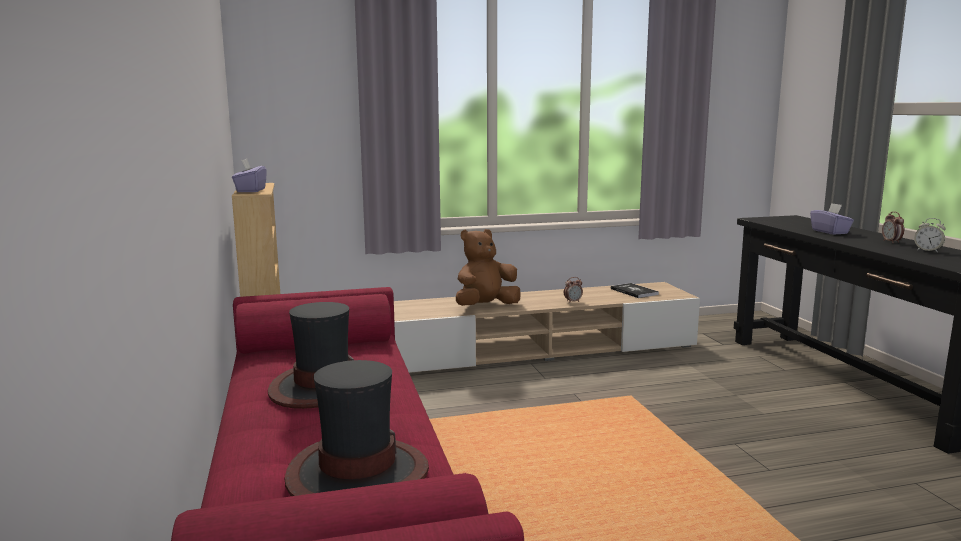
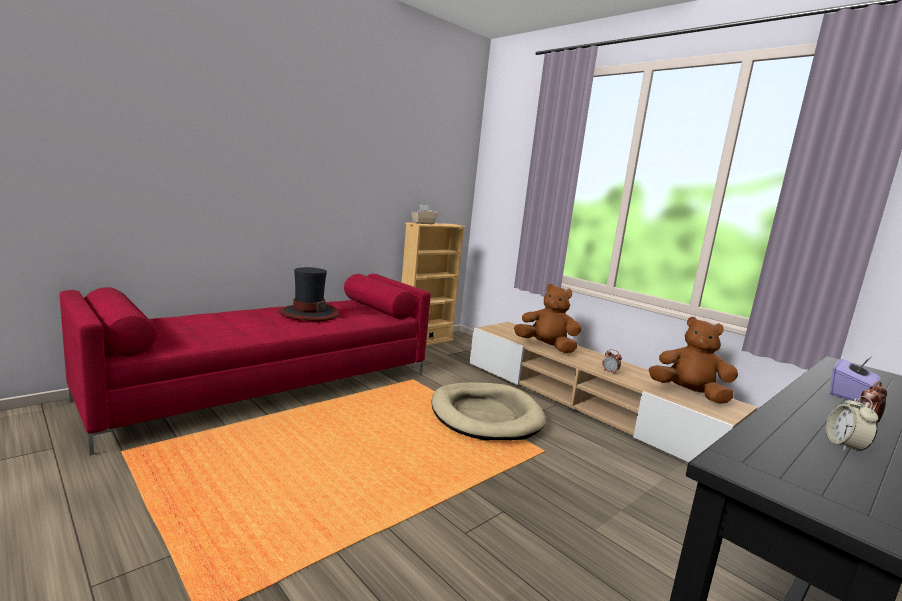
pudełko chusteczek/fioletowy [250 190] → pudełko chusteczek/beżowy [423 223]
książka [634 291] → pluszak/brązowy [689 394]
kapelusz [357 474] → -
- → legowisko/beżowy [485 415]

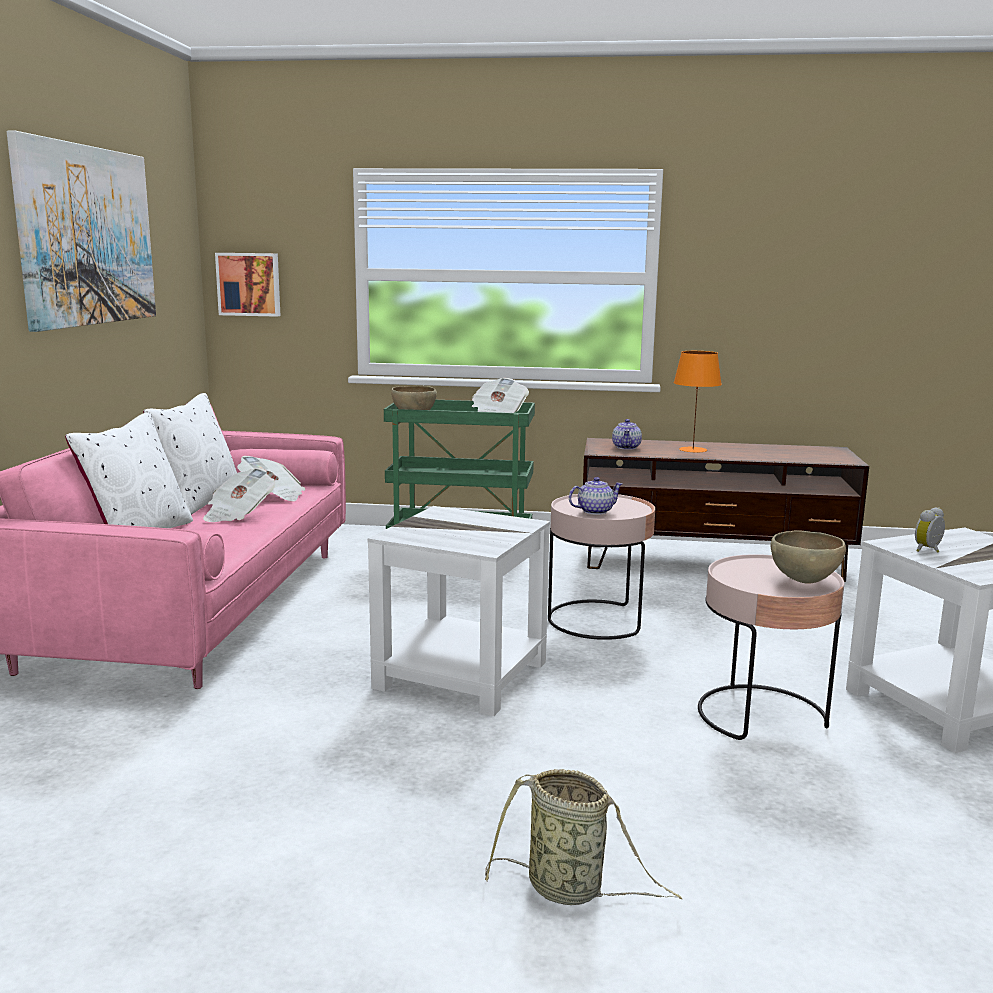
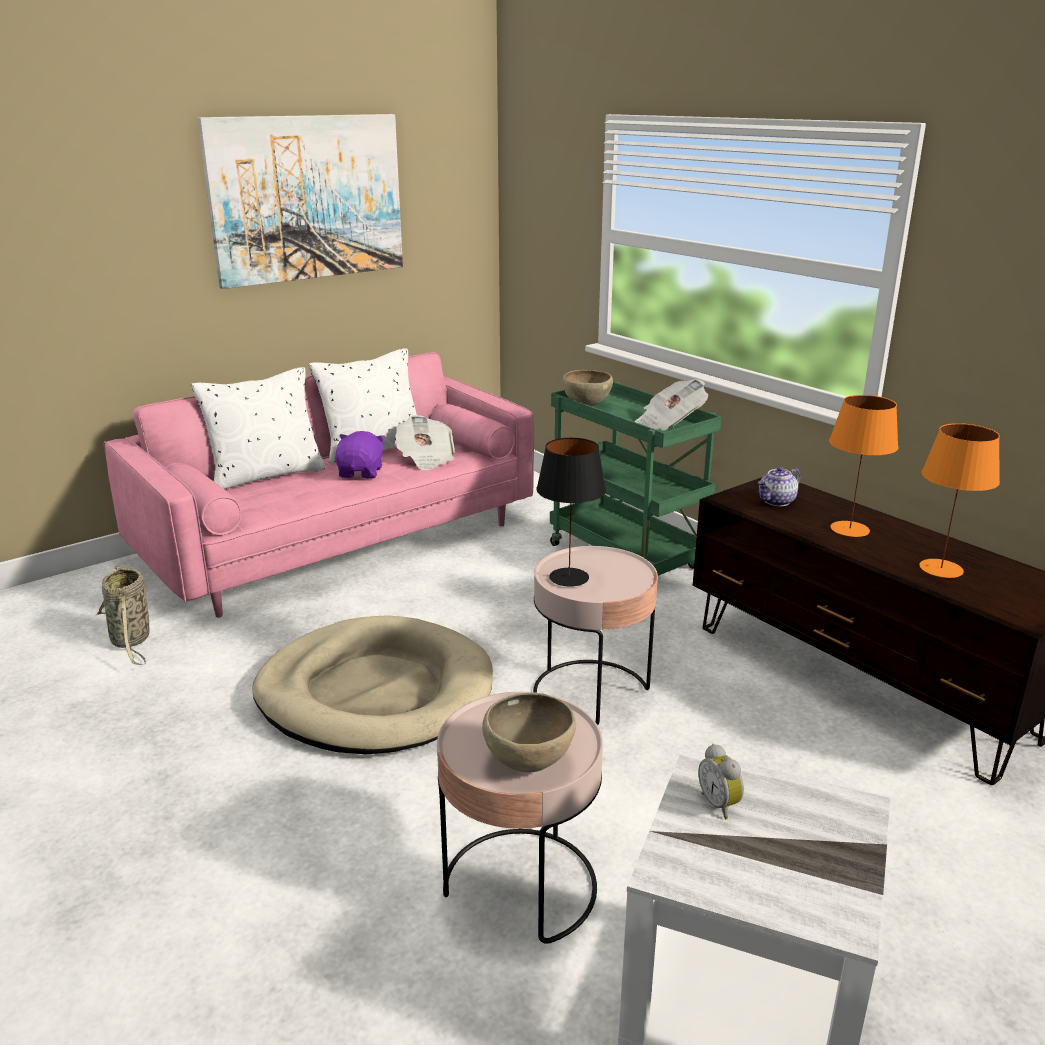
obraz [249 284] → -
gazeta [238 514] → pluszak/fioletowy [361 473]
imbryk [594 511] → lampa stołowa/czarny [568 577]
stolik/biały [458 675] → legowisko/beżowy [375 692]
budzik [929 550] → budzik [720 804], 120 degrees counterclockwise
koszyk [570 890] → koszyk [131 641], moved
- → lampa stołowa/pomarańczowy [940 568]

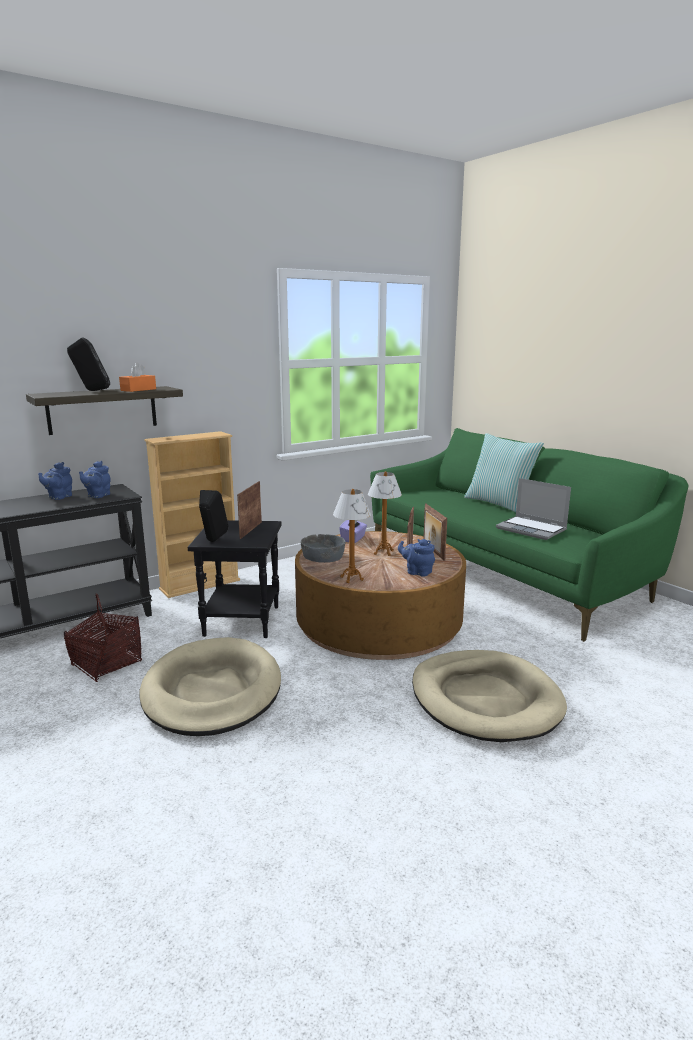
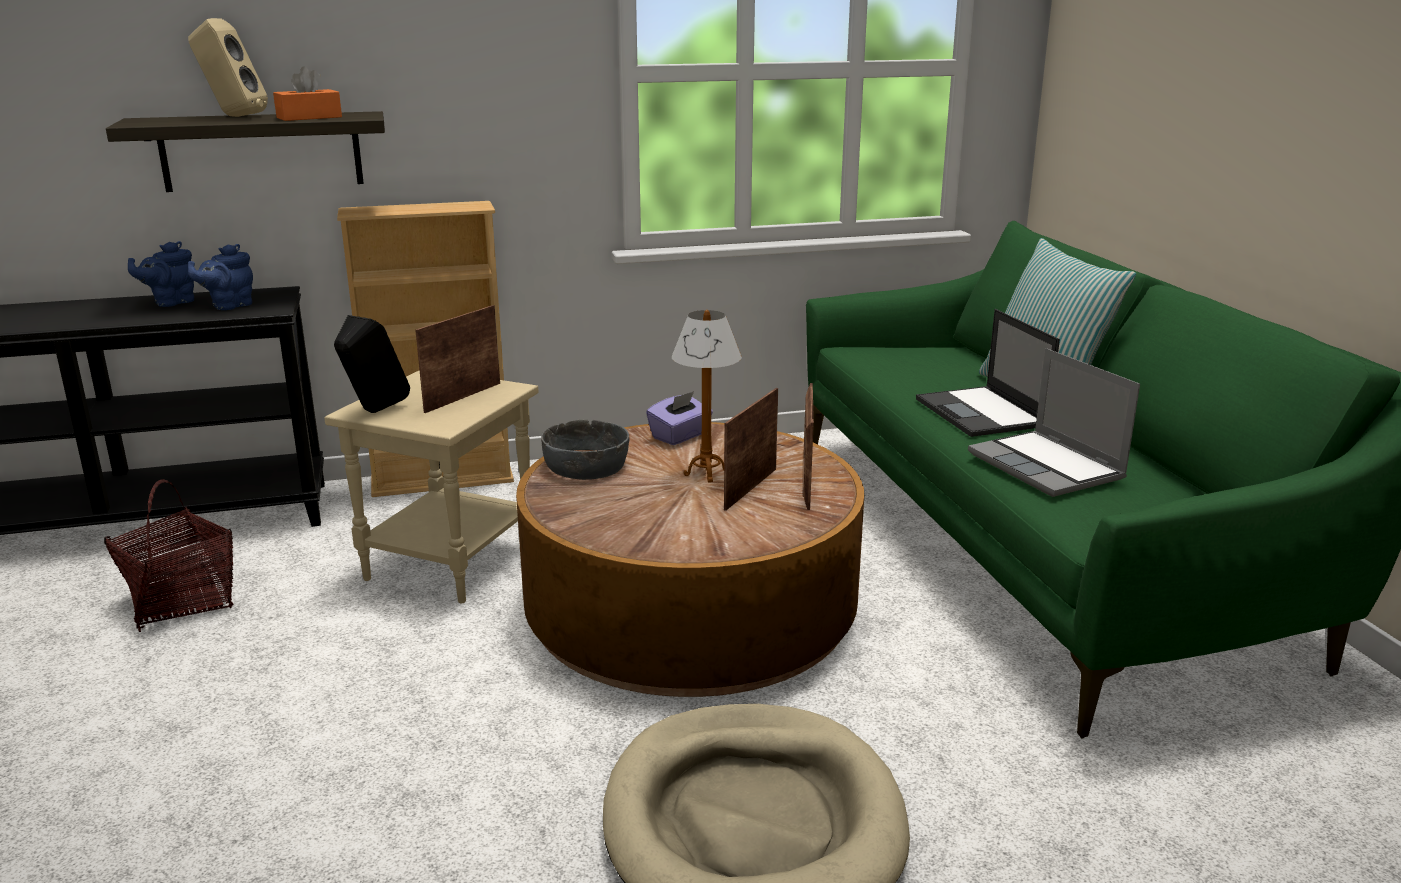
głośnik/czarny [91 391] → głośnik/beżowy [233 116]
lampa stołowa [351 578] → -
stolik/czarny [243 621] → stolik/beżowy [451 564]
imbryk/niebieski [417 572] → -
legowisko/beżowy [212 691] → -
- → laptop [982 413]

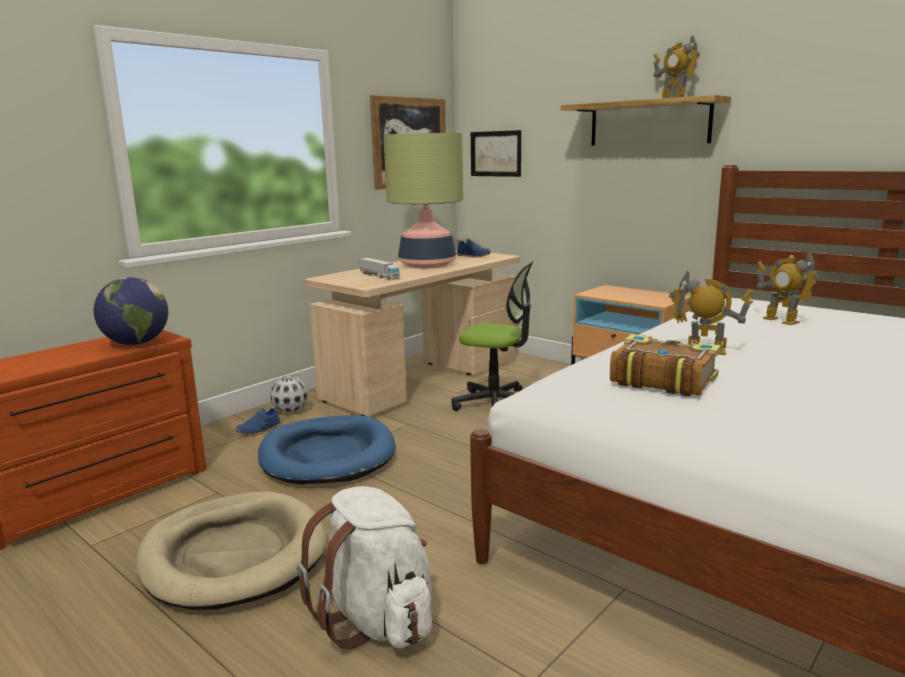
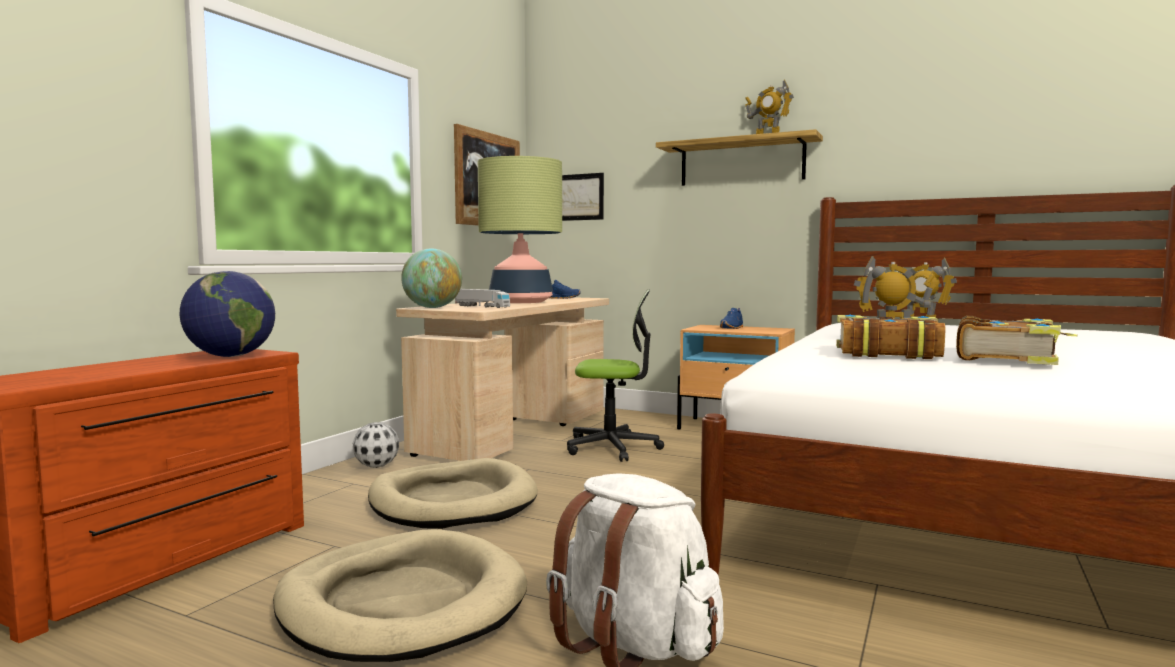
but/niebieski [260 430] → but/niebieski [732 328], moved
legowisko/niebieski [327 455] → legowisko/beżowy [453 501]
- → globus [432 307]
- → książka [1007 357]

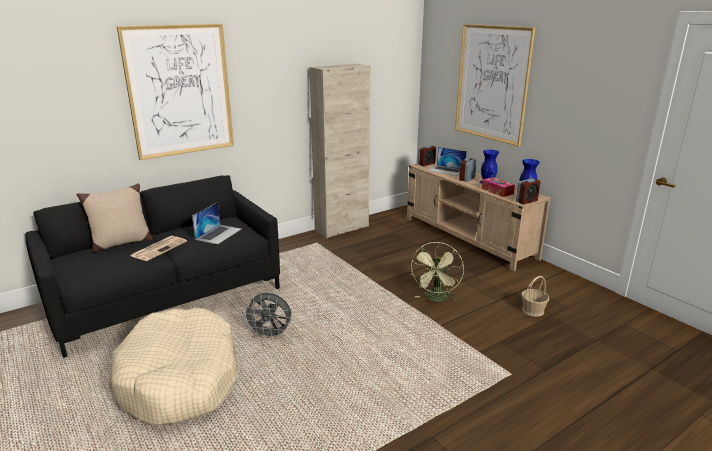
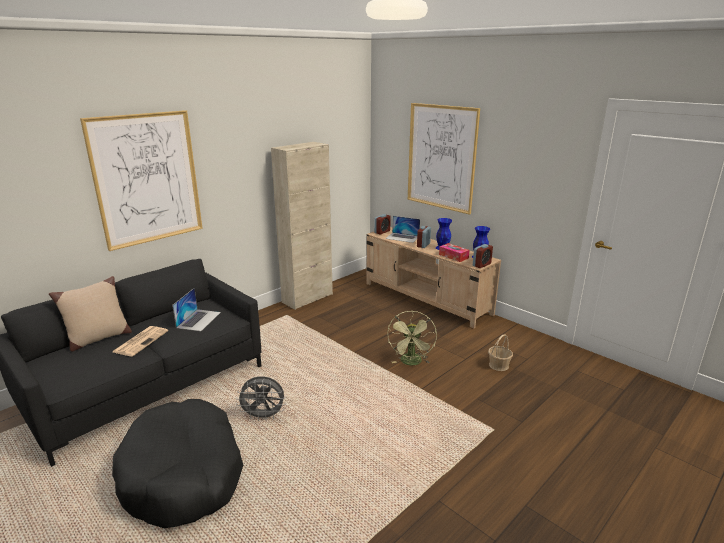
legowisko/beżowy [180 379] → legowisko/czarny [183 474]

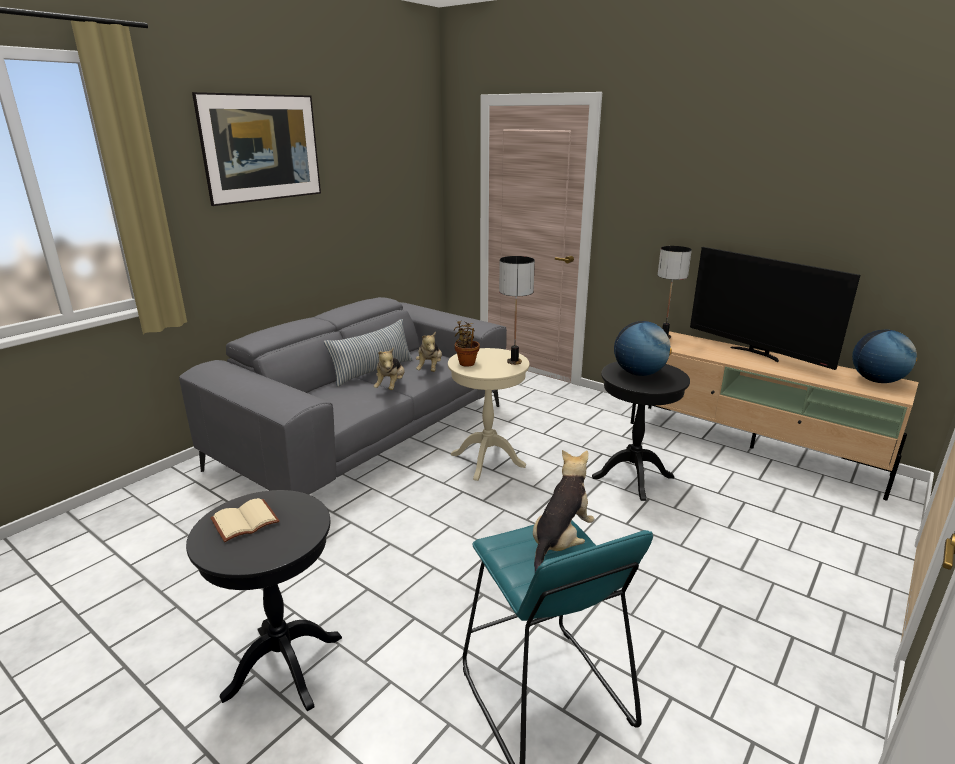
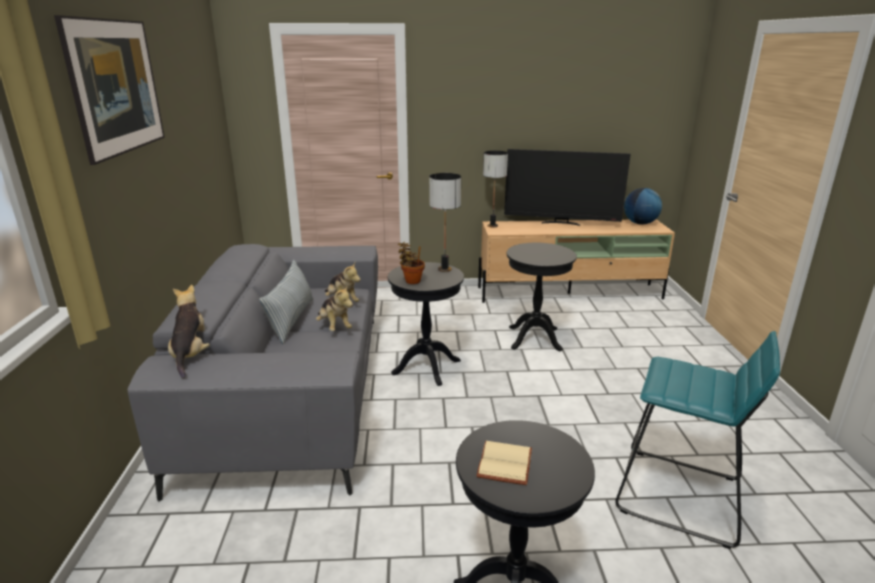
globus [639 373] → -
stolik/beżowy [487 460] → stolik/czarny [426 367]
pluszak [560 542] → pluszak [191 355], moved

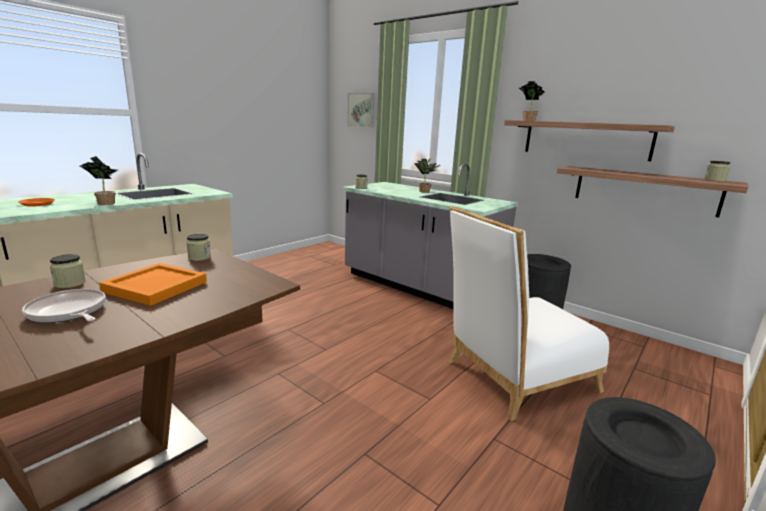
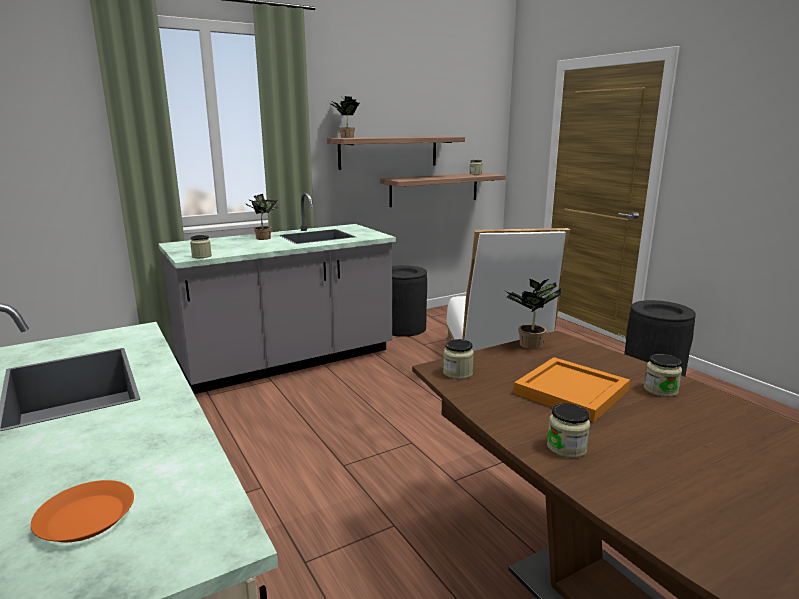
obraz [361 110] → -
roślina doniczkowa [104 203] → roślina doniczkowa [529 346], moved
patelnia [68 312] → -
- → słoik [660 390]

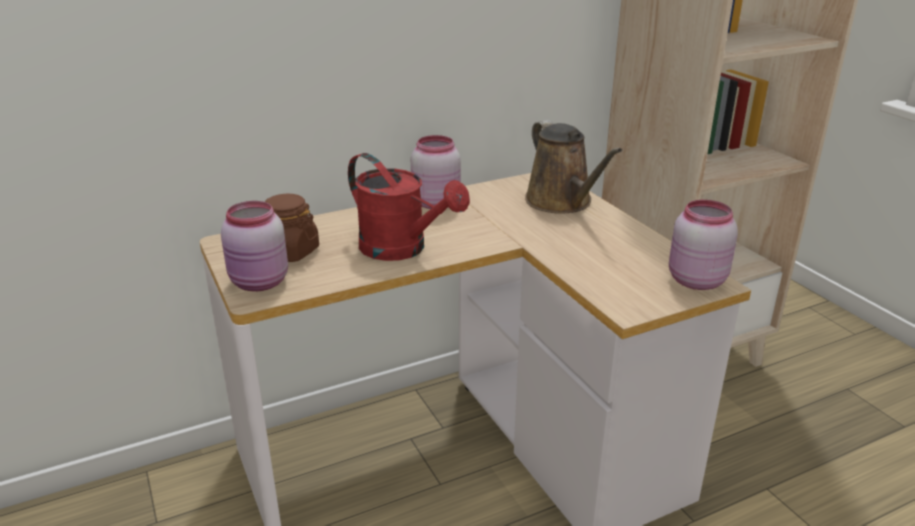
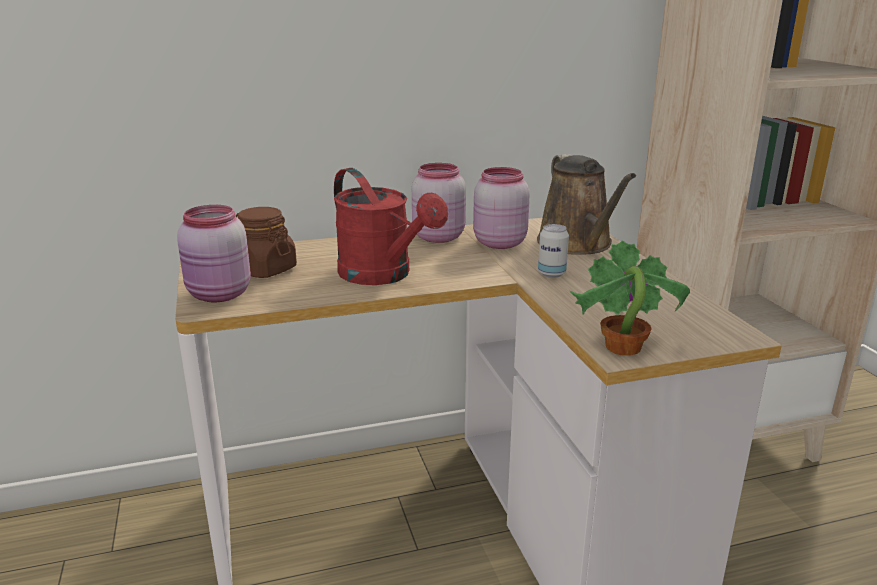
słoik/różowy [694 280] → słoik/różowy [498 243], moved
- → puszka [551 274]
- → roślina doniczkowa [622 347]

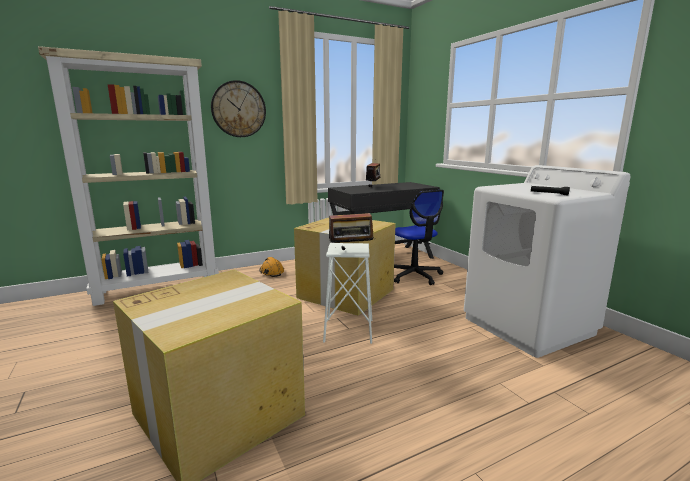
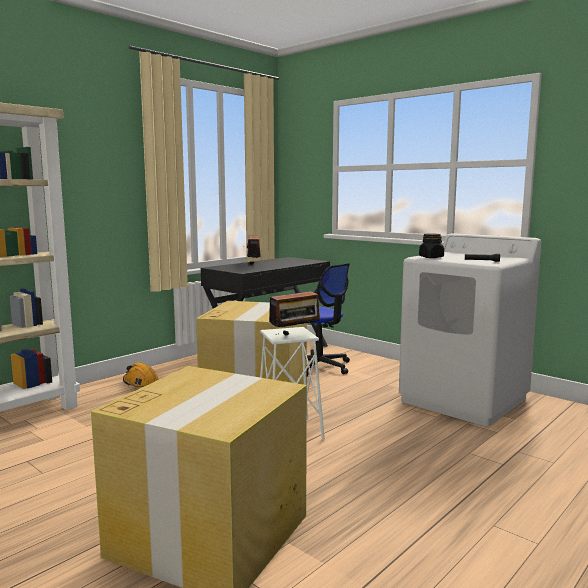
zegar ścienny [238 109] → -
- → słoik/czarny [431 257]

